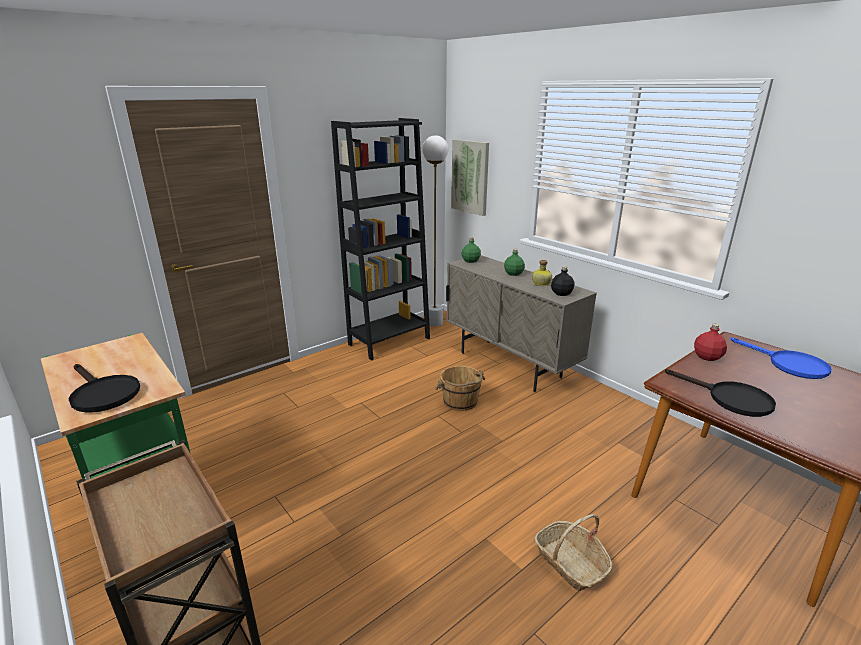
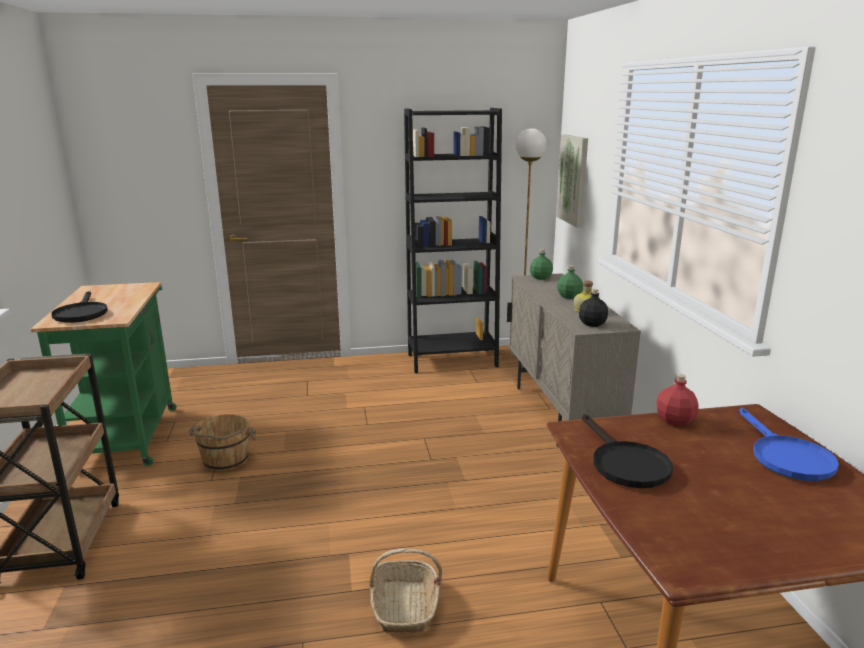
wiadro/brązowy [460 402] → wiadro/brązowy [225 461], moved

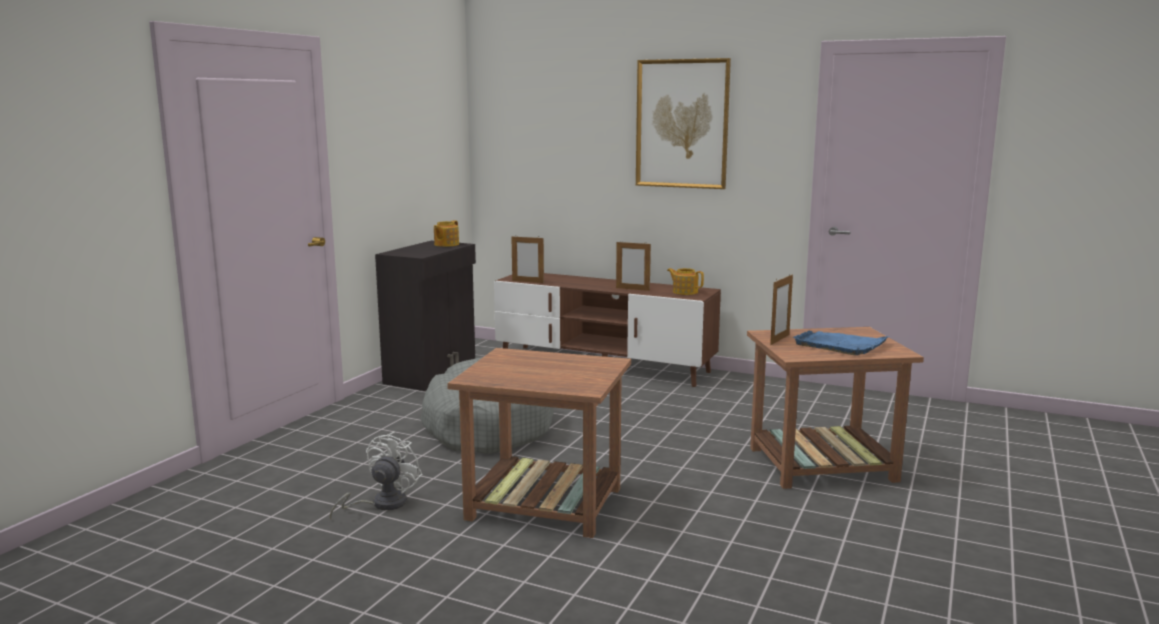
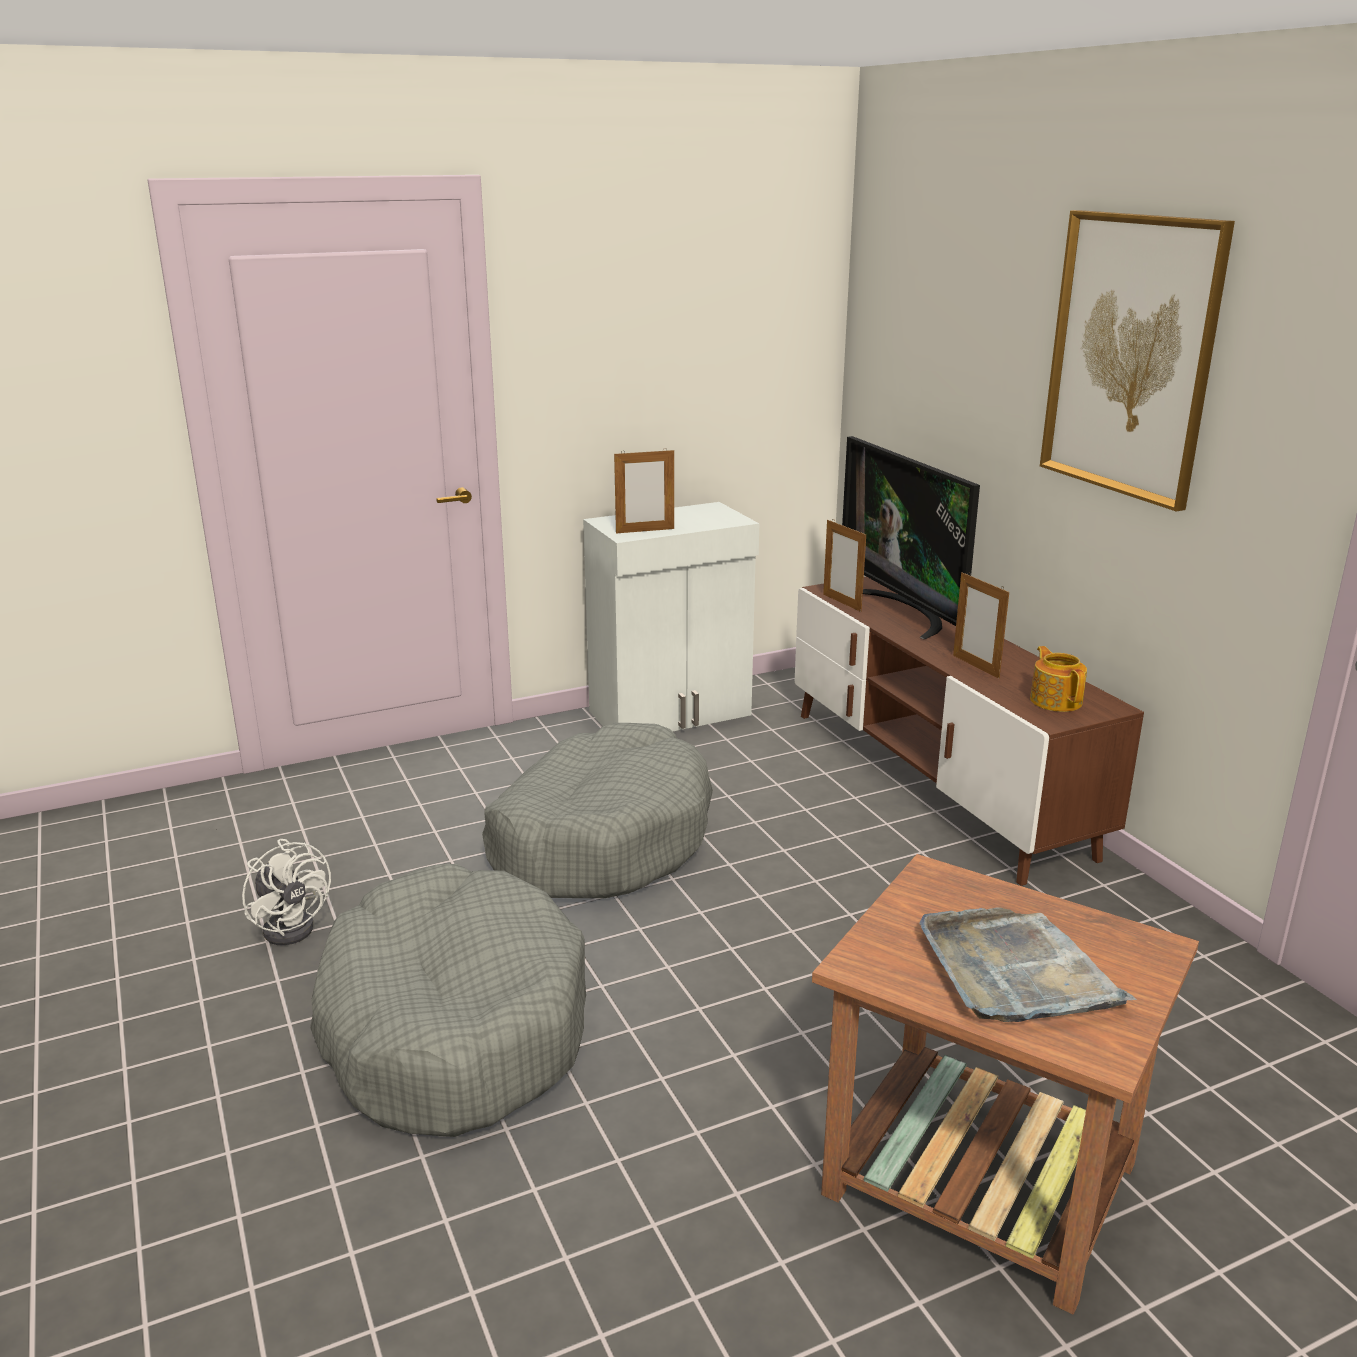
imbryk [446 244] → -
szafka/czarny [432 374] → szafka/biały [672 714]
ramka na zdjęcie [779 339] → ramka na zdjęcie [645 531], moved
taca/niebieski [840 345] → taca/szary [1015 971]
stolik/brązowy [546 504] → legowisko/szary [453 1026]
wentylator/biały [381 504] → wentylator/biały [293 925], 75 degrees clockwise
- → telewizor [905 611]

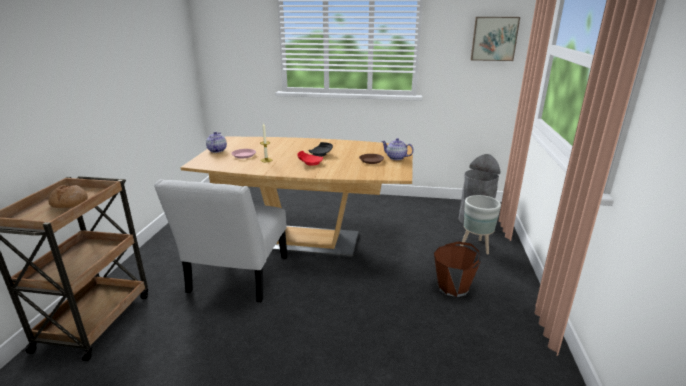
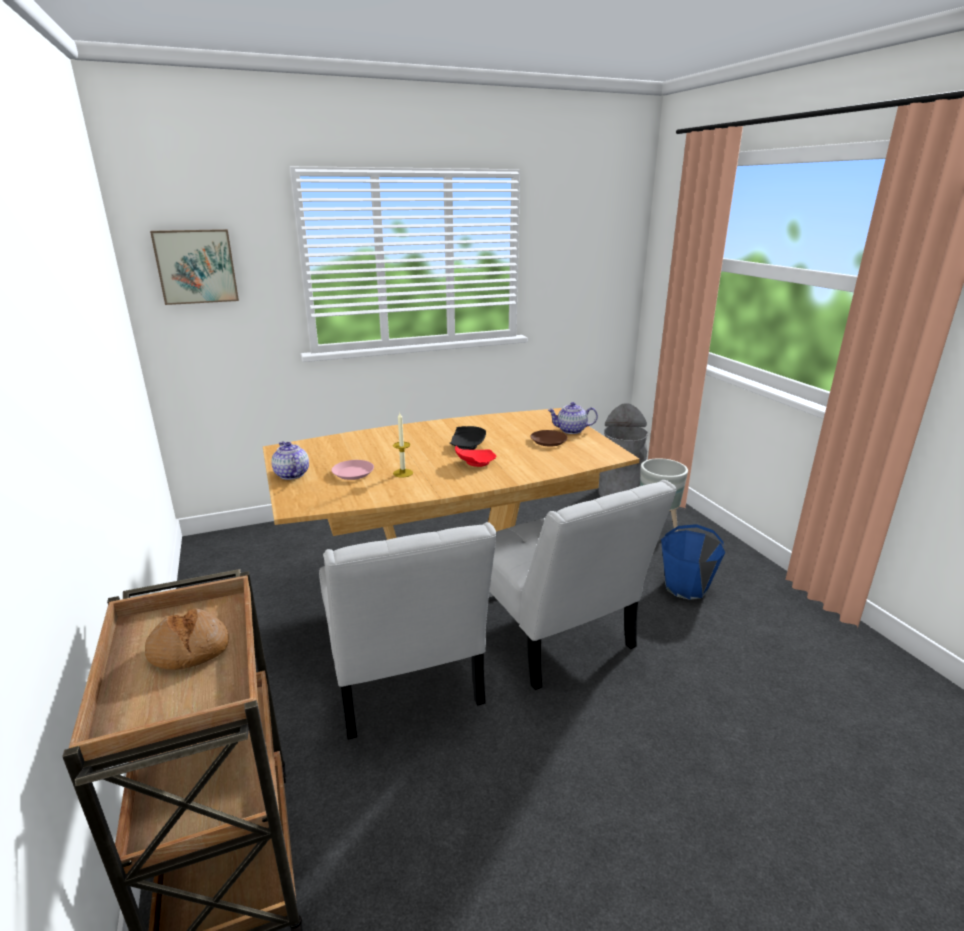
obraz [494 38] → obraz [196 266], moved
wiadro/brązowy [453 287] → wiadro/niebieski [686 587]
- → krzesło/biały [556 637]

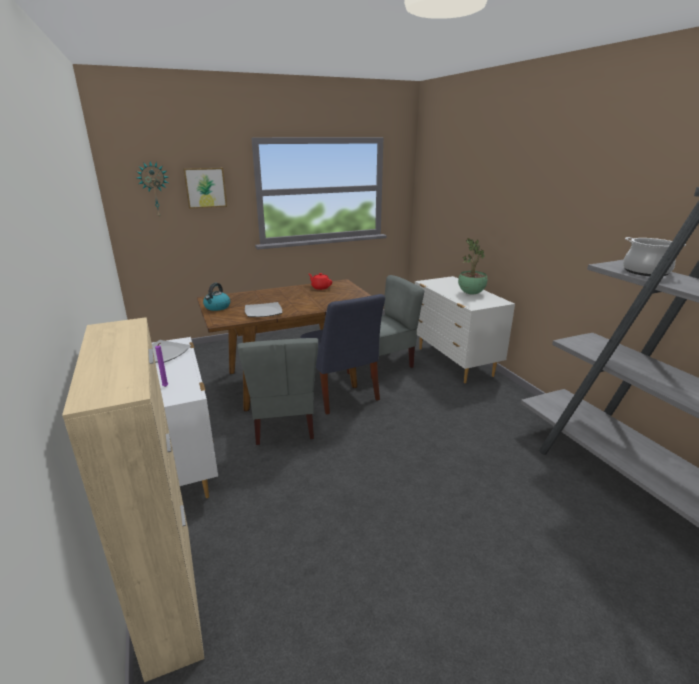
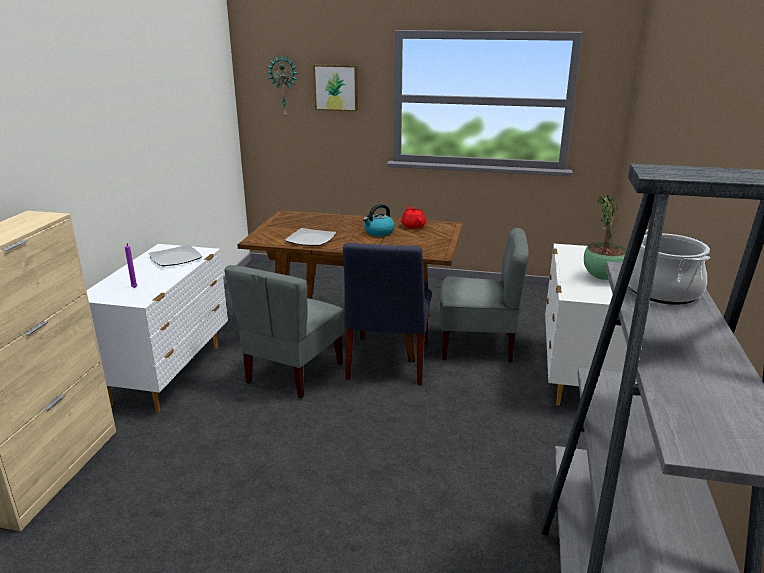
czajnik [217 307] → czajnik [379 232], moved

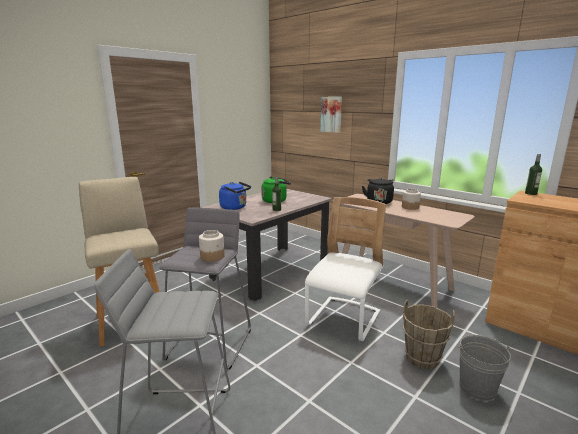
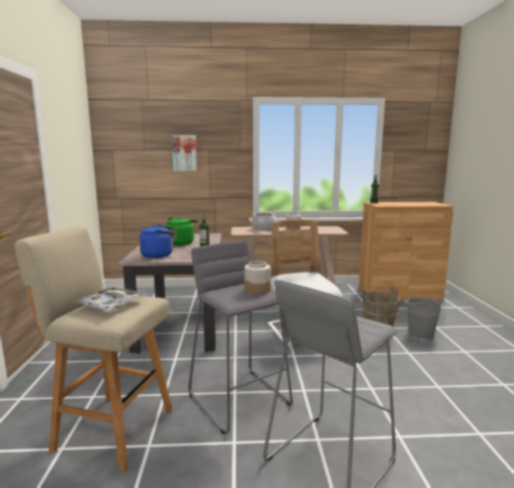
czajnik/czarny [378 201] → garnek [263 229]
- → taca [111 305]

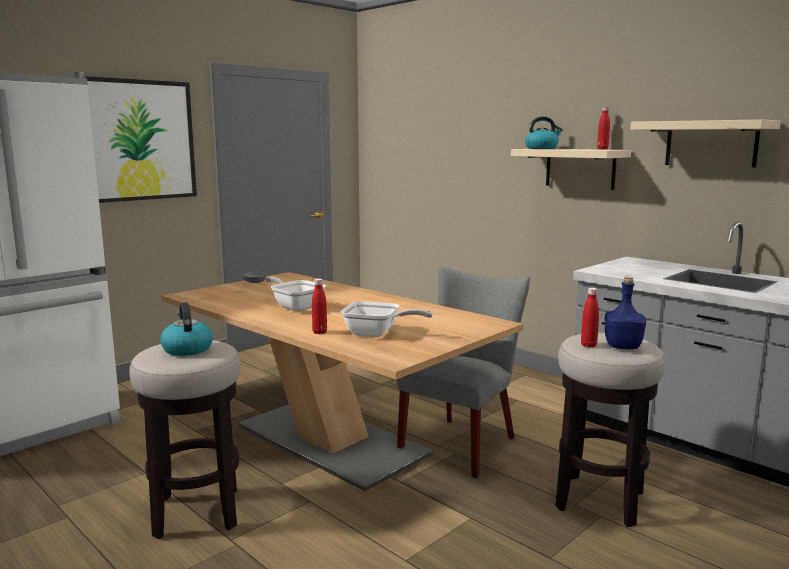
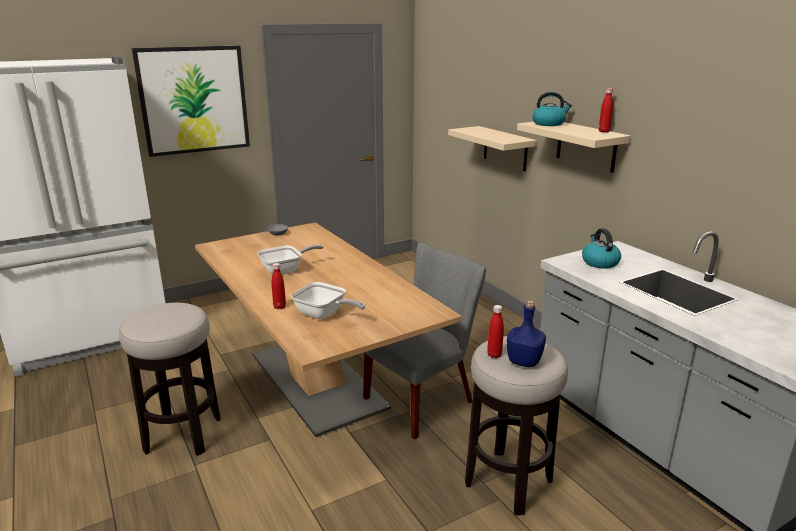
półka/beżowy [711 144] → półka/beżowy [505 148], moved
patelnia [295 306] → patelnia [285 270], 90 degrees clockwise
czajnik [187 349] → czajnik [599 262], moved

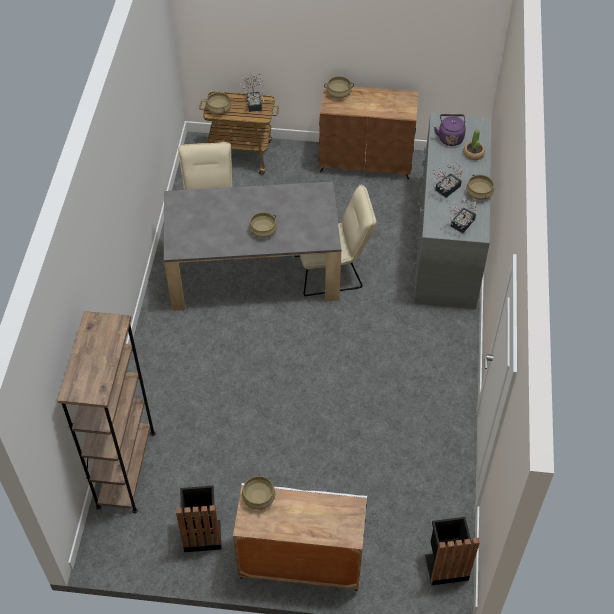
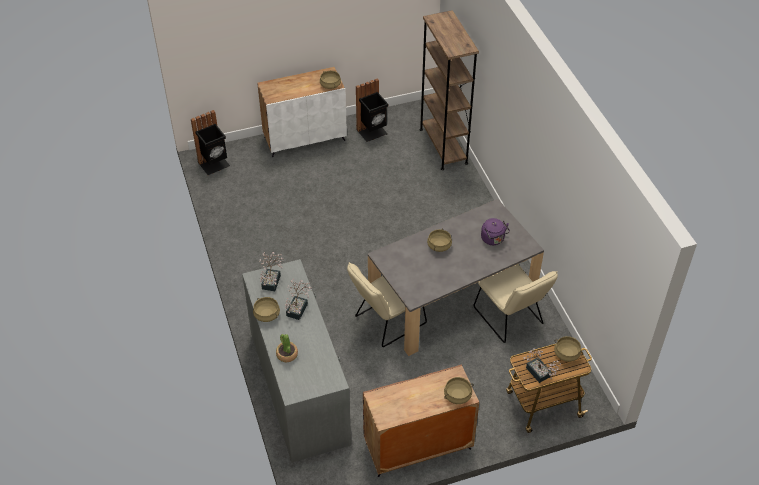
czajnik/fioletowy [450 137] → czajnik/fioletowy [493 239], moved

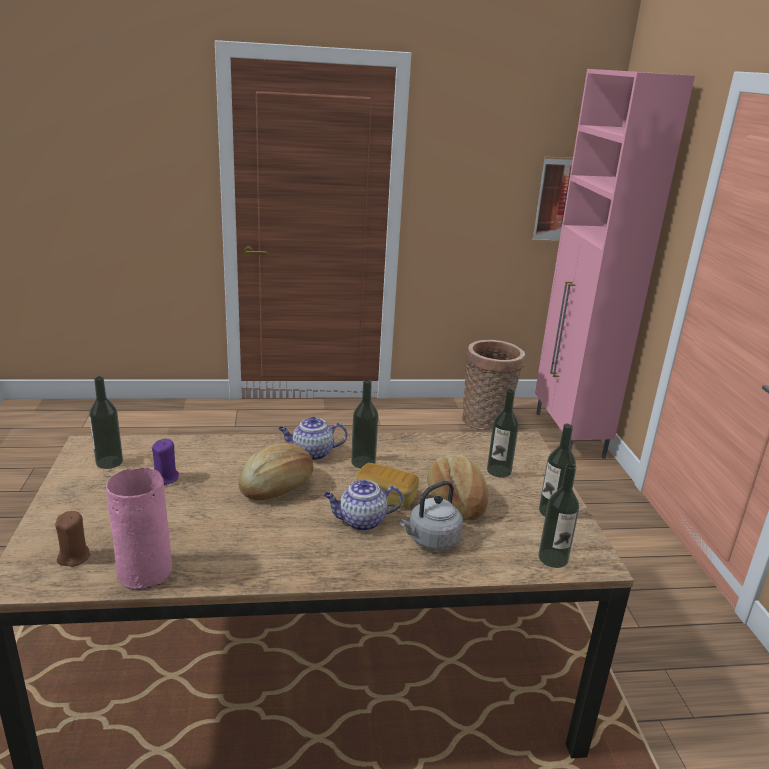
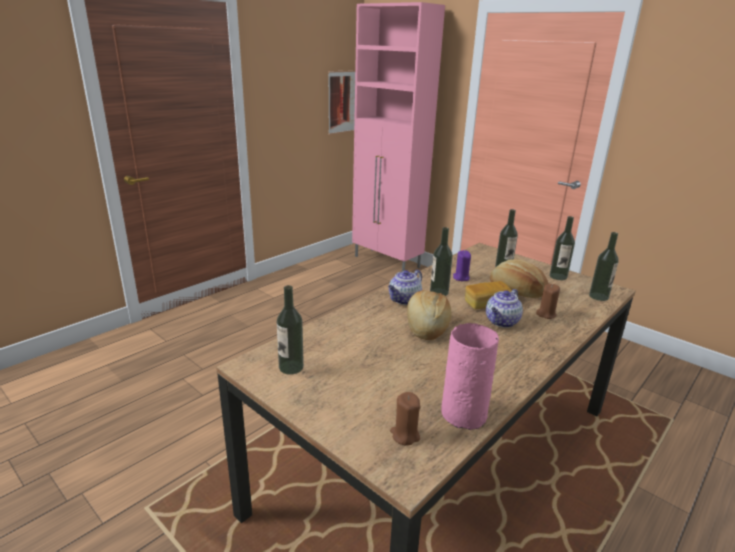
koszyk [486 421] → -
świeca/fioletowy [166 478] → świeca/fioletowy [461 278], moved
czajnik/szary [431 540] → świeca/brązowy [546 314]

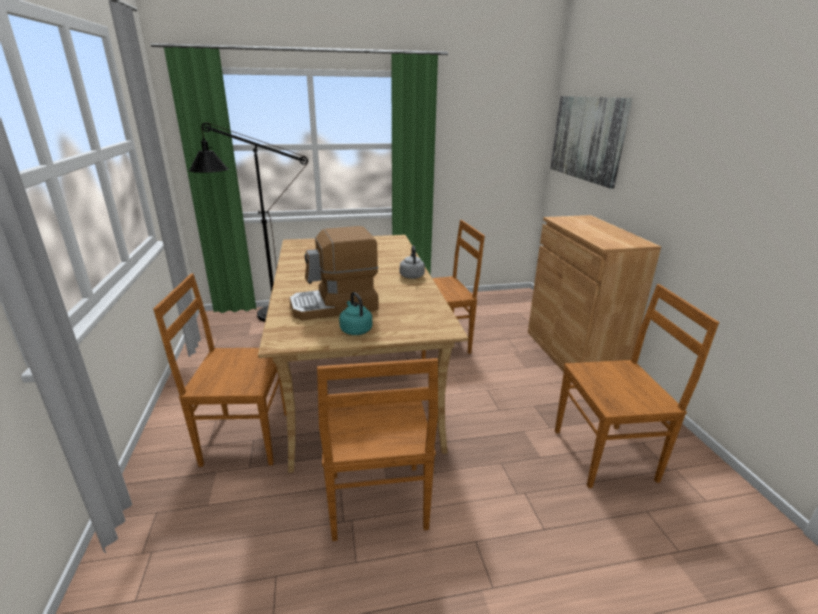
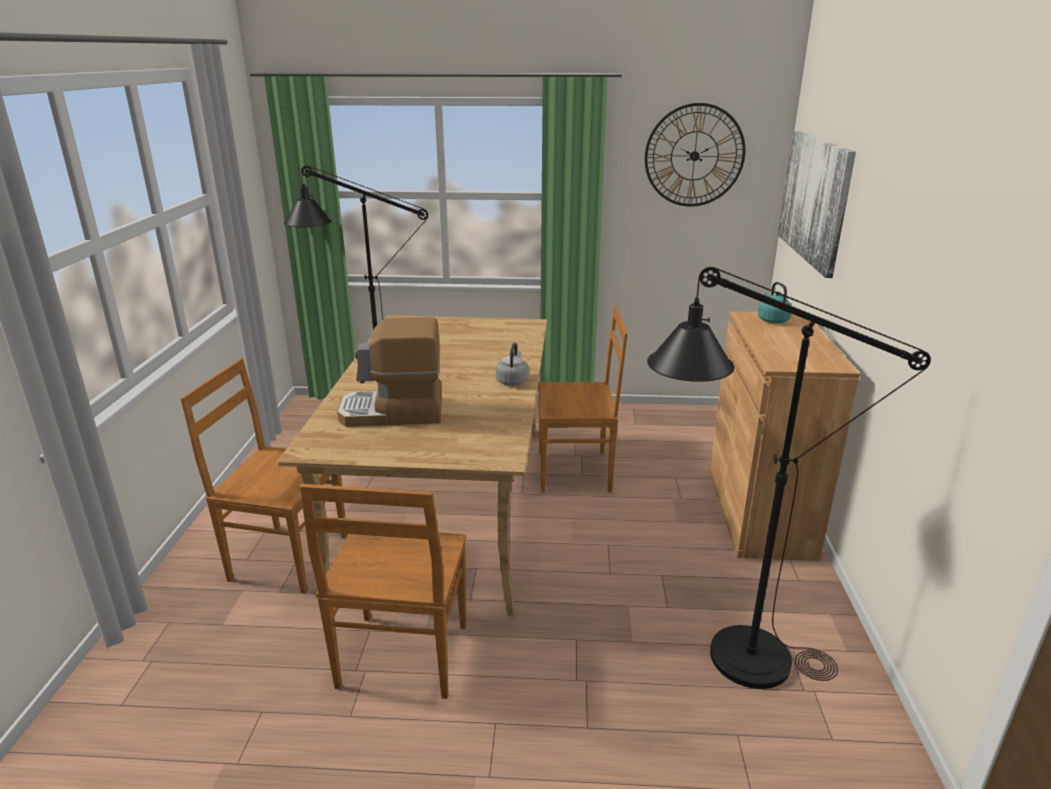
krzesło/brązowy [607 455] → lampa stojąca/czarny [726 655]
czajnik/turkusowy [355 329] → czajnik/turkusowy [772 320], moved
- → zegar ścienny [694 156]

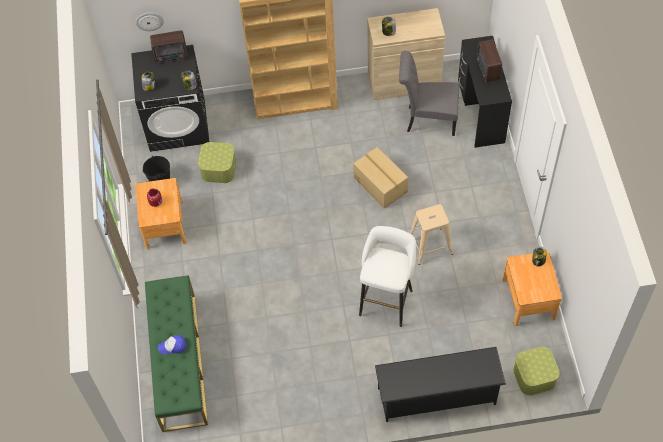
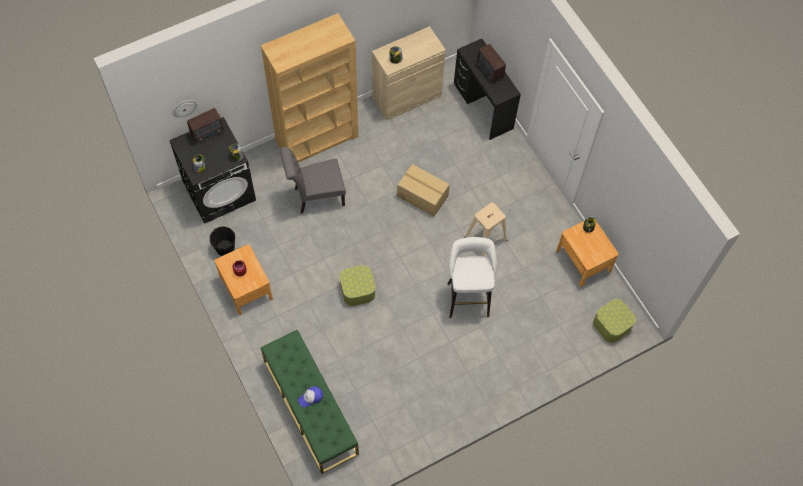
krzesło/szary [427 120] → krzesło/szary [316 197], moved
pojemnik do przechowywania [218 168] → pojemnik do przechowywania [357 290], moved
regał na buty/czarny [437 396] → -

